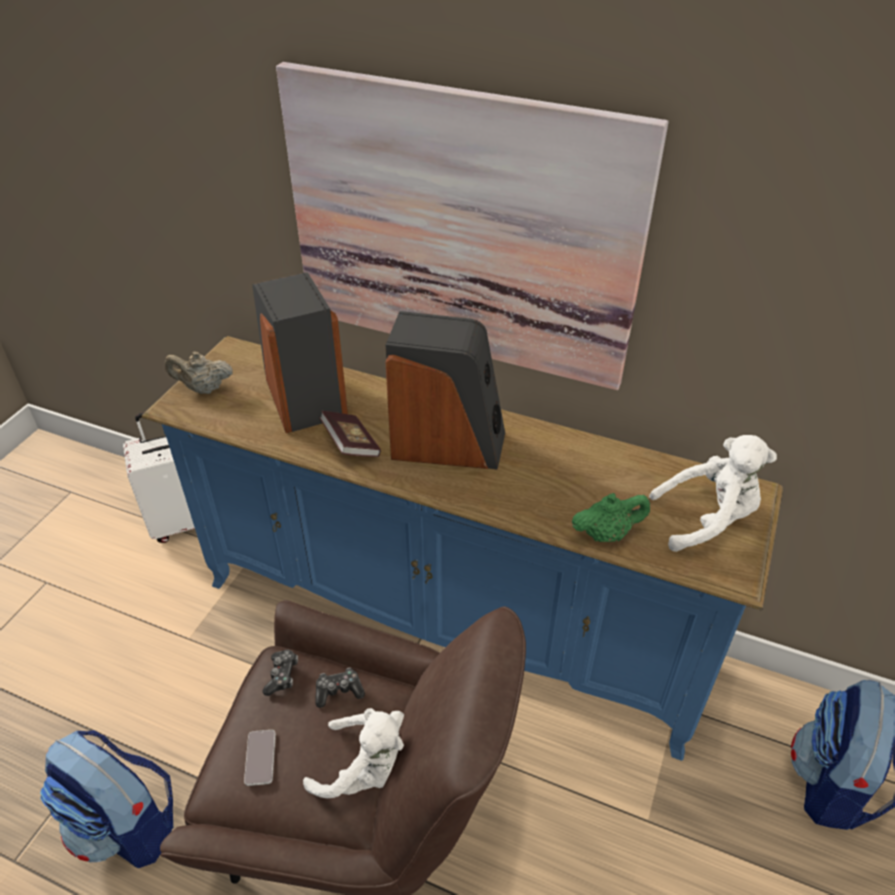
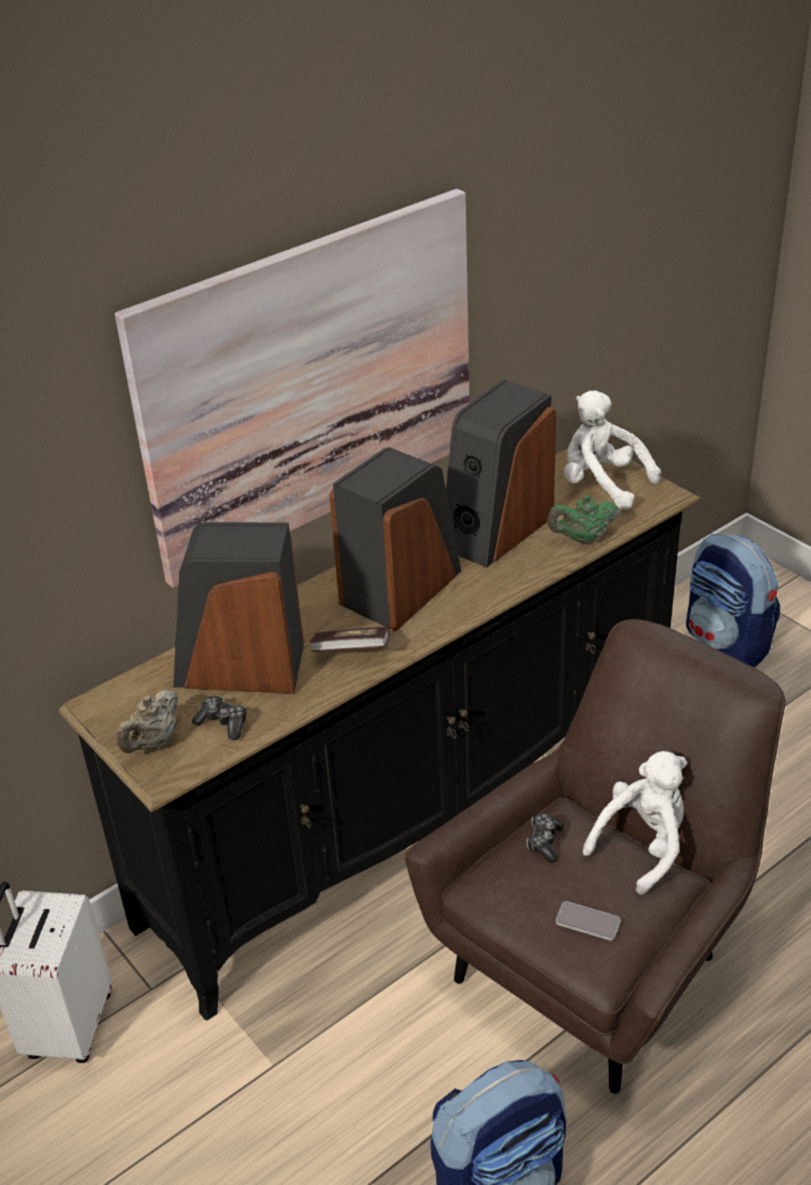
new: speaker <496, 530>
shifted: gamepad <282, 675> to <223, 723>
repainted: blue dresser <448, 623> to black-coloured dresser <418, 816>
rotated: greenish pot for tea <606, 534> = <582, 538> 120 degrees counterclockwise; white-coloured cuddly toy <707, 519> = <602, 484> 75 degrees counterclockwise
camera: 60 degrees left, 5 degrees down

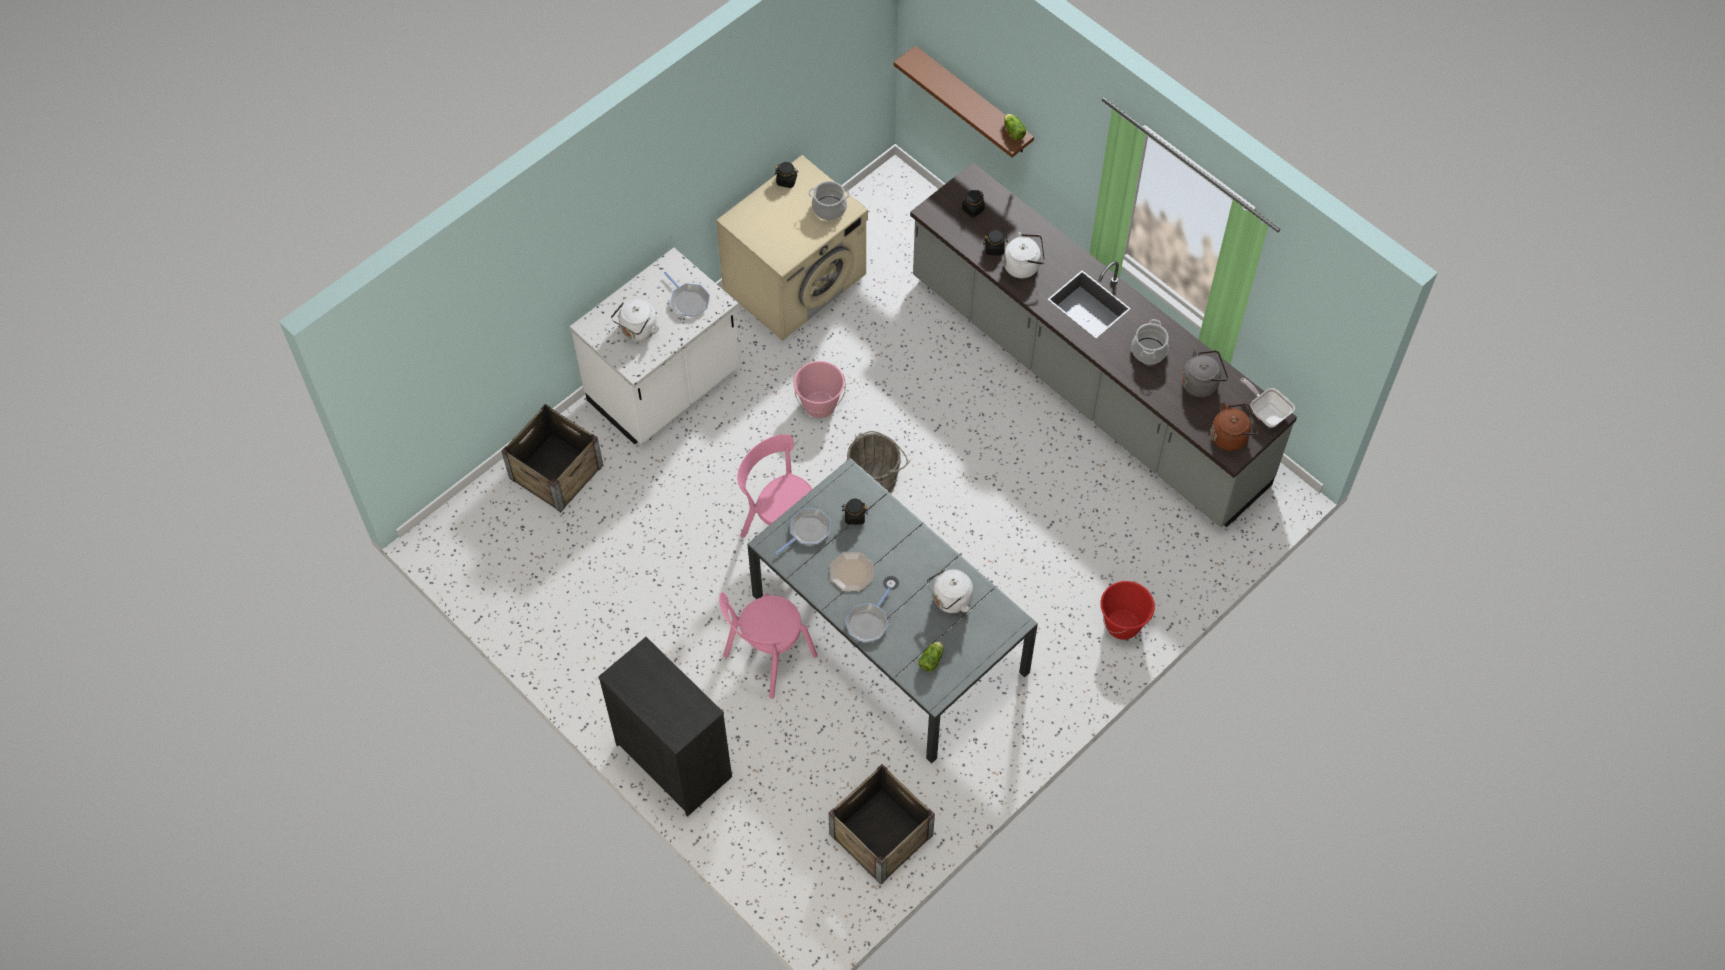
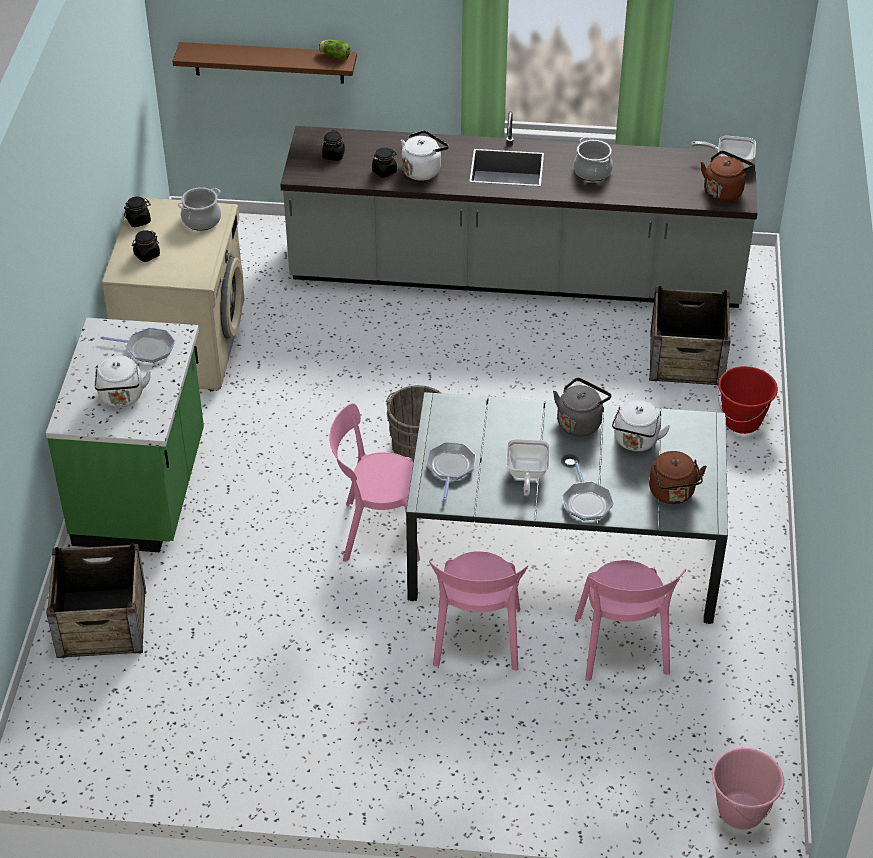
gone: black-coloured dresser <674, 760>
new: pinkish upright chair <622, 650>
shifted: pinkish water bucket <819, 404> to <740, 811>; crate <881, 835> to <686, 358>; black-coloured storage jar <854, 516> to <147, 255>; gray kettle <1202, 383> to <580, 422>
swapped: dinner plate <851, 572> to pan <526, 474>; head of lettuce <932, 659> to brownish kettle <673, 493>
repainted: white-coloured kitchen counter <665, 388> to greenish kitchen counter <143, 491>
camera: 40 degrees left, 15 degrees down

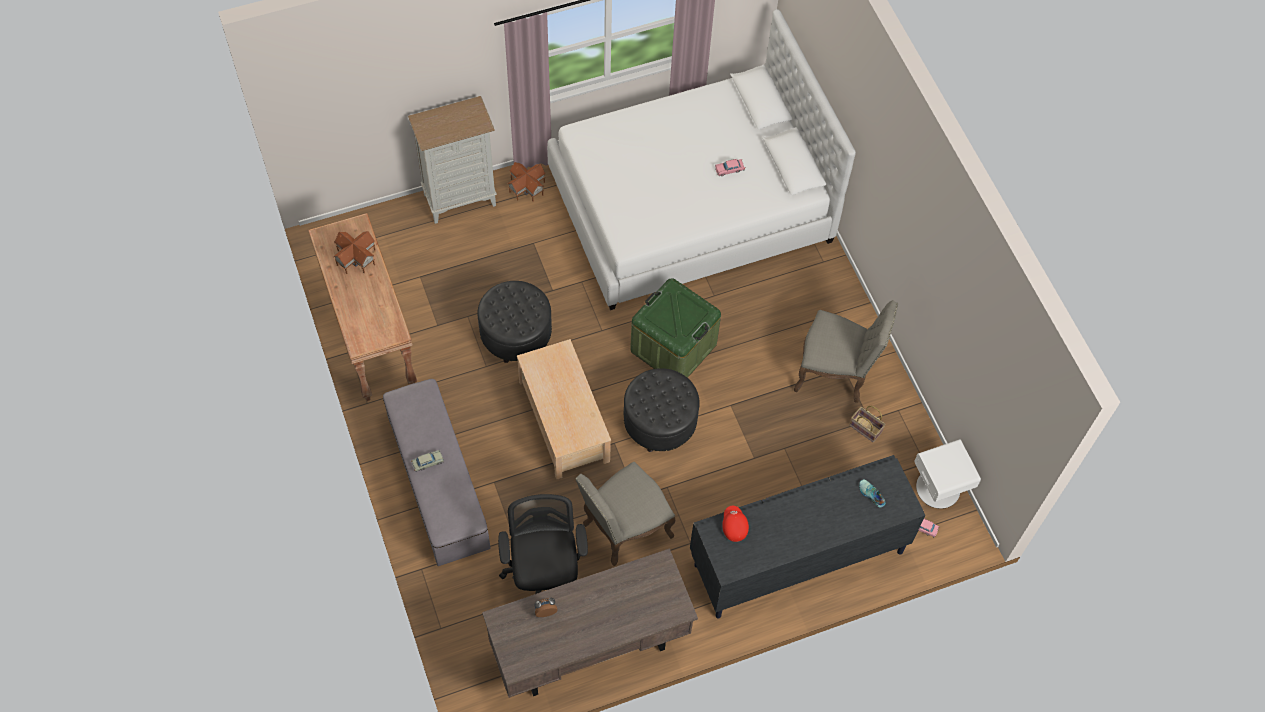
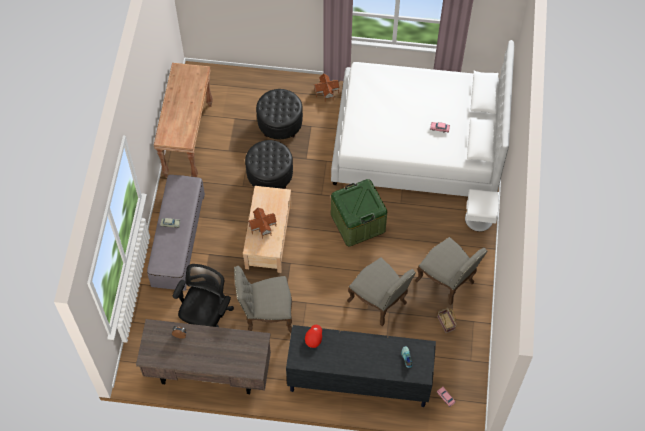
gone: white-coloured dresser <461, 200>
new: gray upright chair <379, 302>
shifted: toy house <356, 258> to <262, 227>; black-coloured pouffe <659, 423> to <280, 124>; white-coloured night table <939, 488> to <479, 219>
camera: 30 degrees right, 0 degrees up

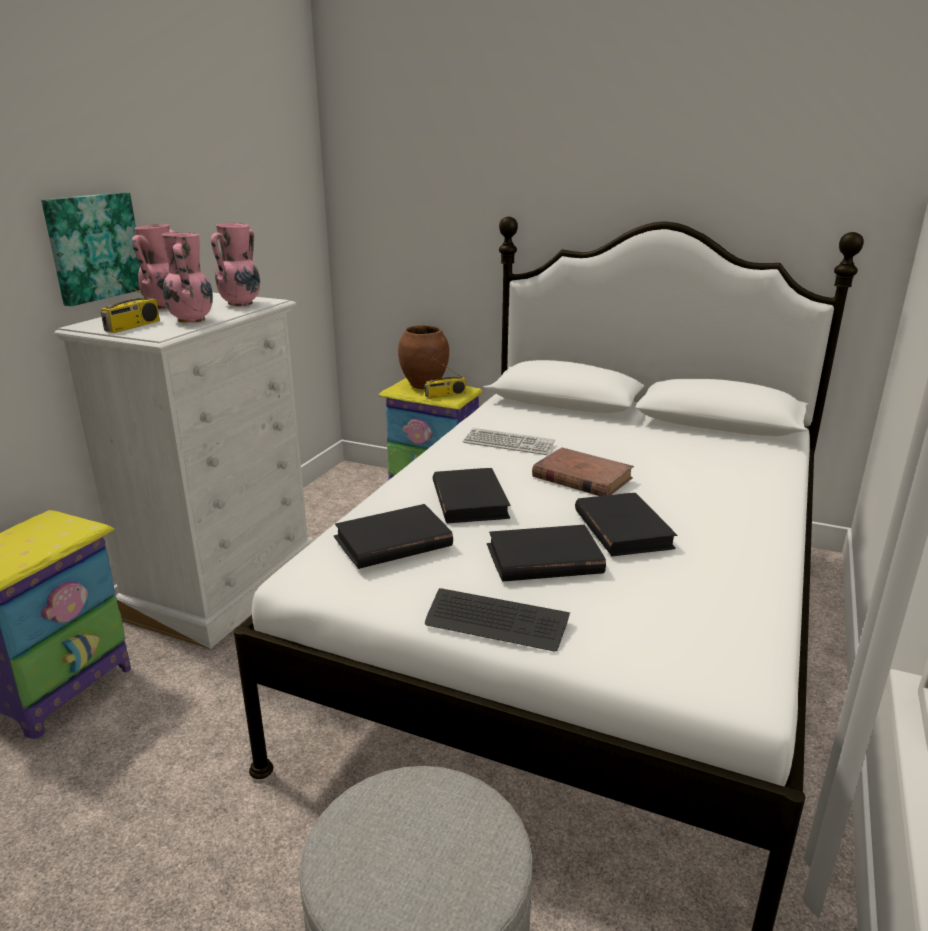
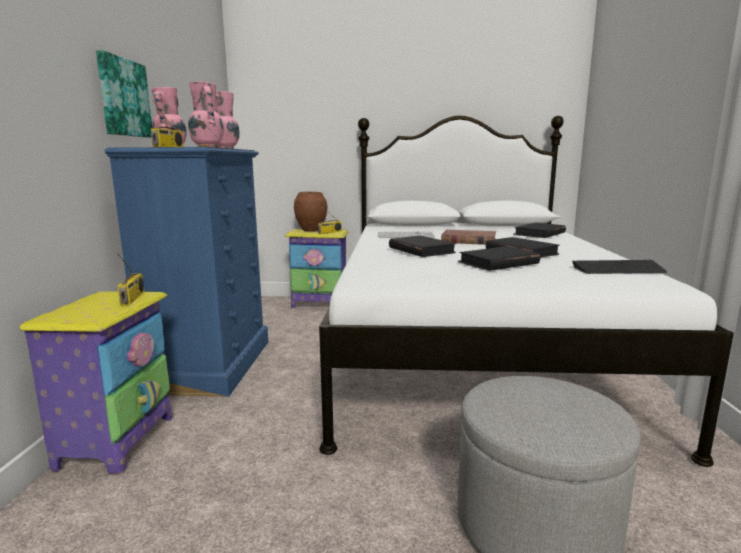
new: radio receiver <133, 298>
shifted: black-coloured book <392, 542> to <539, 233>; keyboard <496, 622> to <618, 269>
repainted: white-coloured dresser <226, 587> to blue dresser <212, 364>
camera: 20 degrees left, 10 degrees down

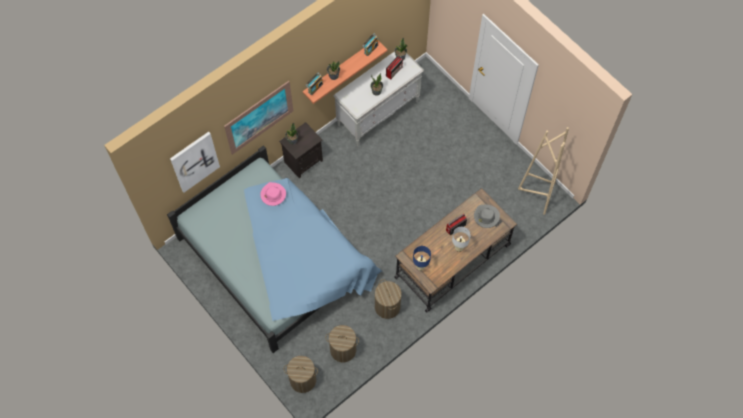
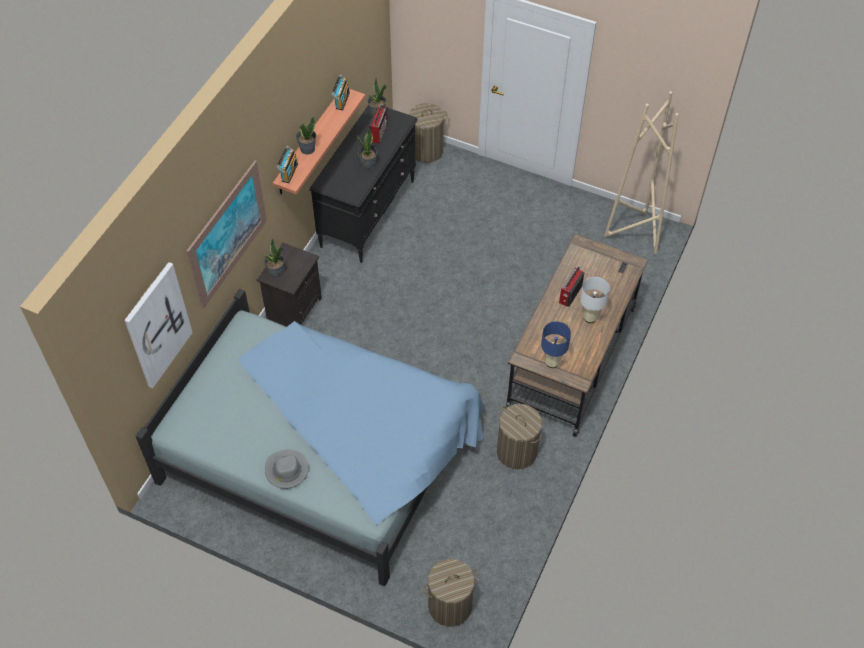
gone: pinkish wearable hat <273, 195>
shifted: washing basket <343, 350> to <426, 151>; gray wearable hat <486, 217> to <286, 470>
repainted: white-coloured dresser <379, 114> to black-coloured dresser <369, 213>
camera: 25 degrees left, 10 degrees down

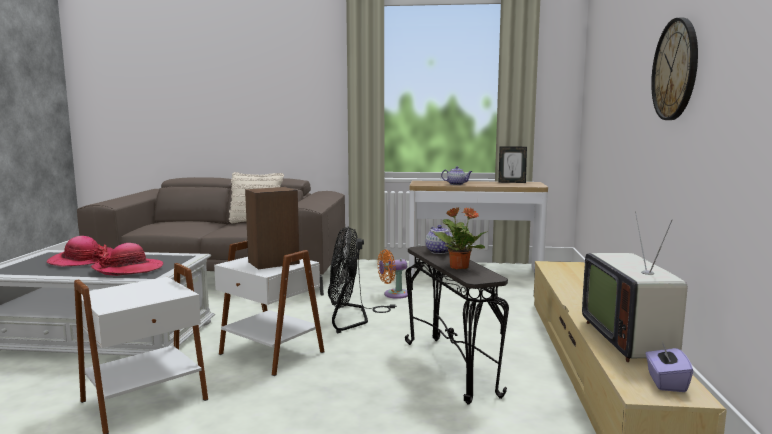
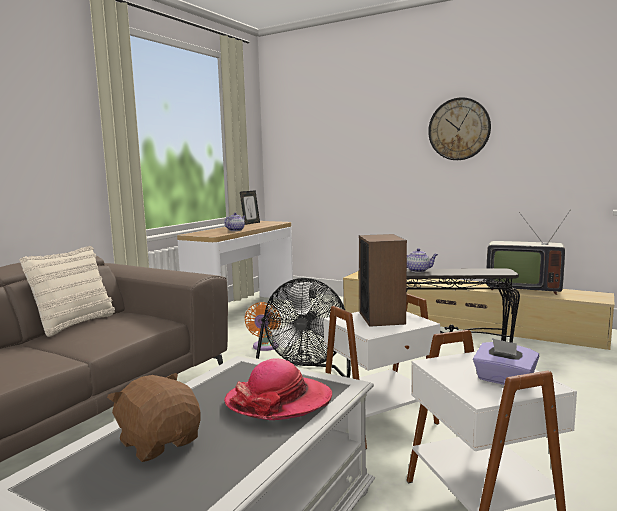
gone: houseplant <458, 267>
shifted: purple tissue box <665, 382> to <504, 380>
swapped: wearable hat <82, 260> to brownish cuddly toy <160, 442>
camera: 65 degrees left, 0 degrees up

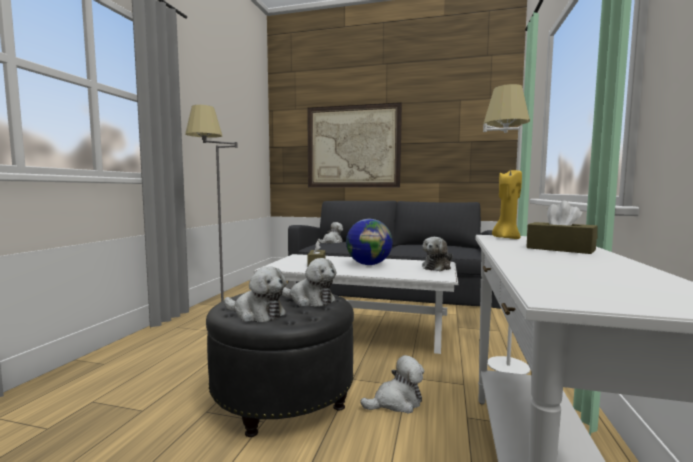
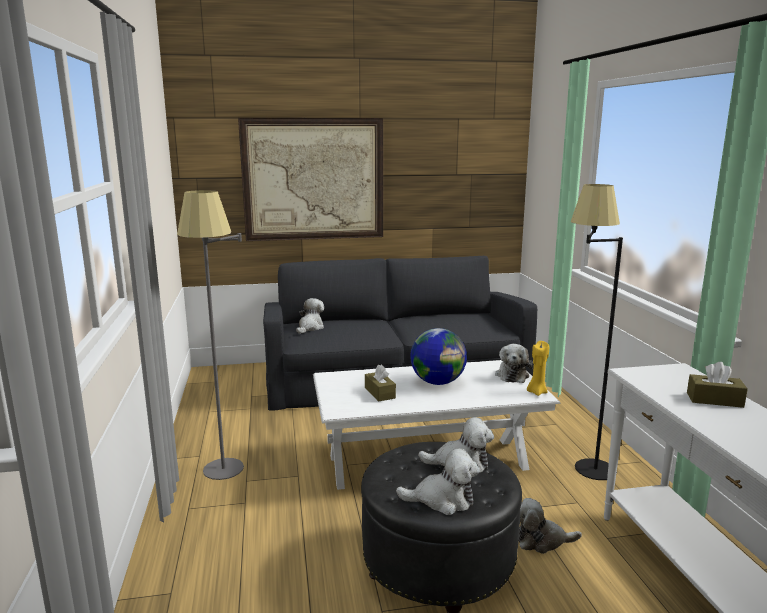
shifted: yellow wax light <506, 238> to <536, 392>
repainted: white-coloured standing lamp <499, 357> to black-coloured standing lamp <581, 461>
rotated: cuddly toy <396, 402> = <541, 540> 135 degrees counterclockwise
camera: 25 degrees left, 10 degrees up

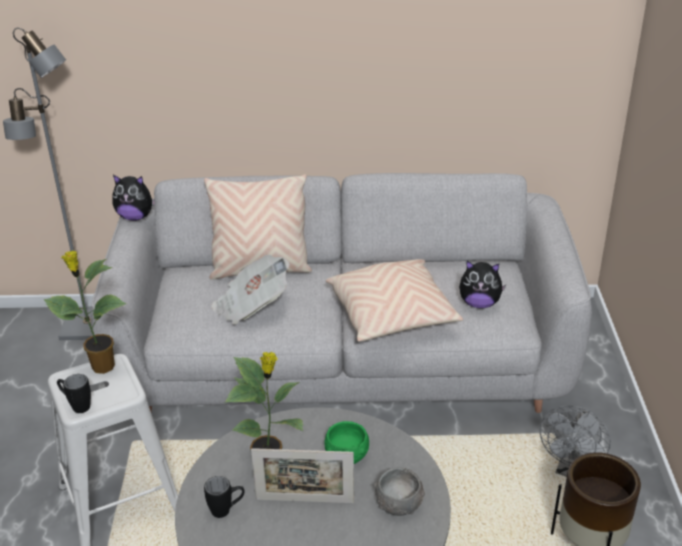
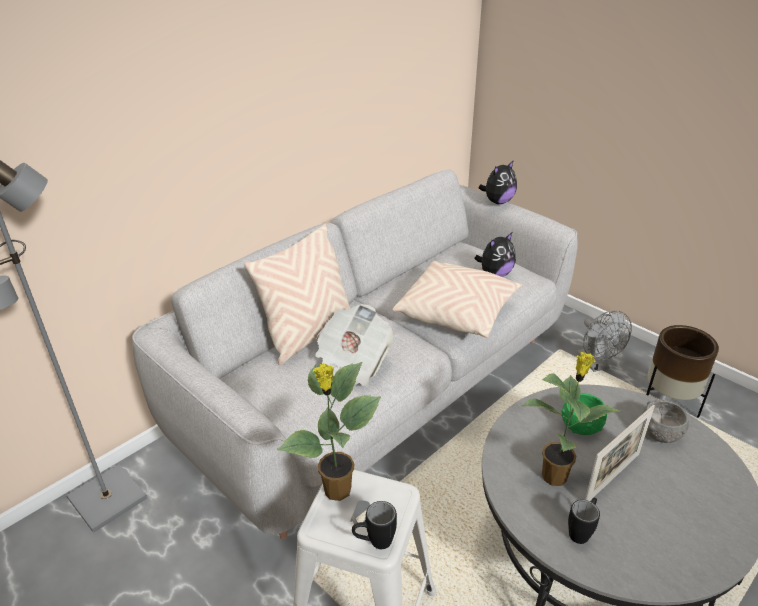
shifted: cuddly toy <136, 217> to <498, 202>
camera: 45 degrees left, 0 degrees up

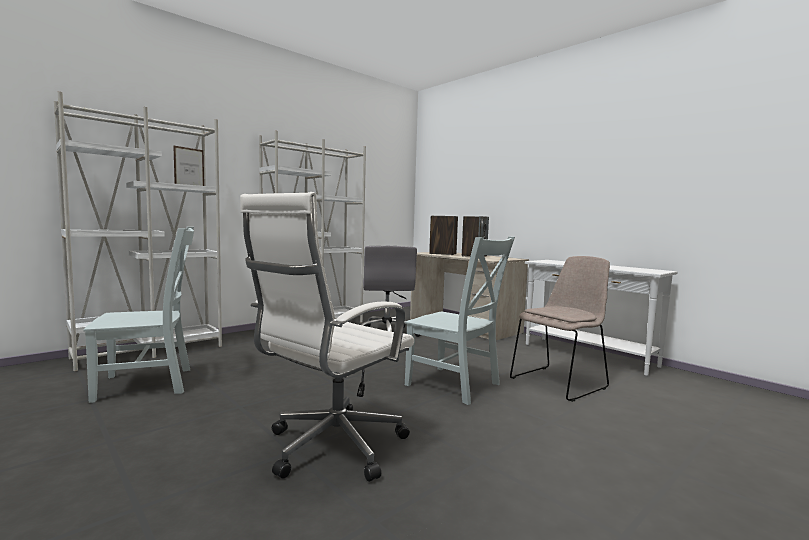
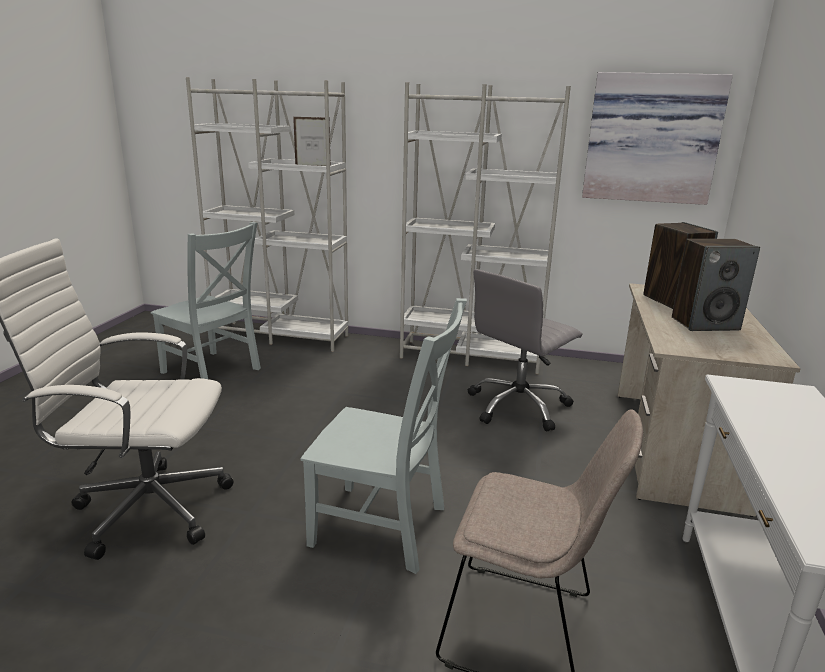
new: wall art <652, 138>
rotated: gray upright chair <456, 386> = <384, 528> 75 degrees counterclockwise
camera: 55 degrees right, 15 degrees up

